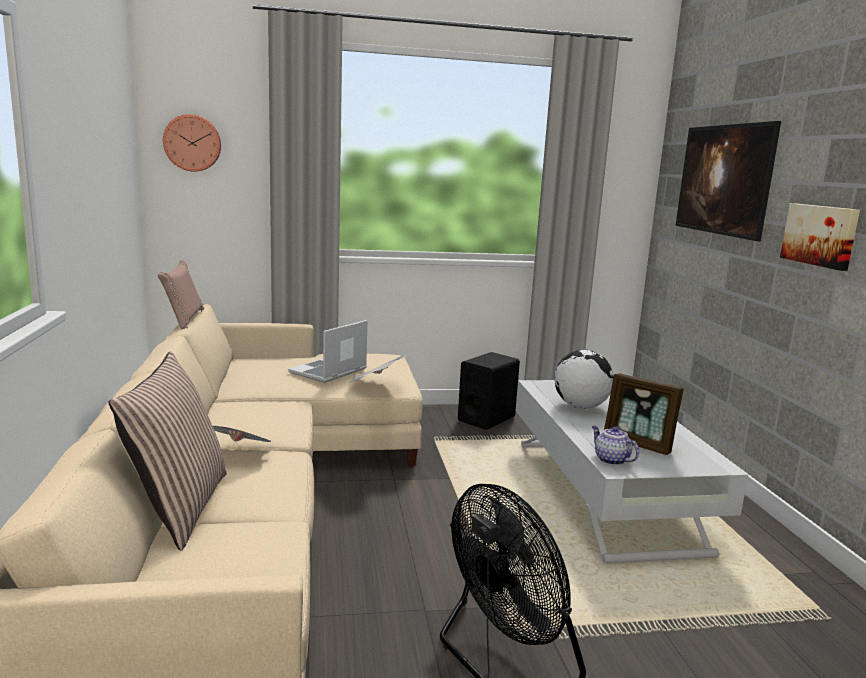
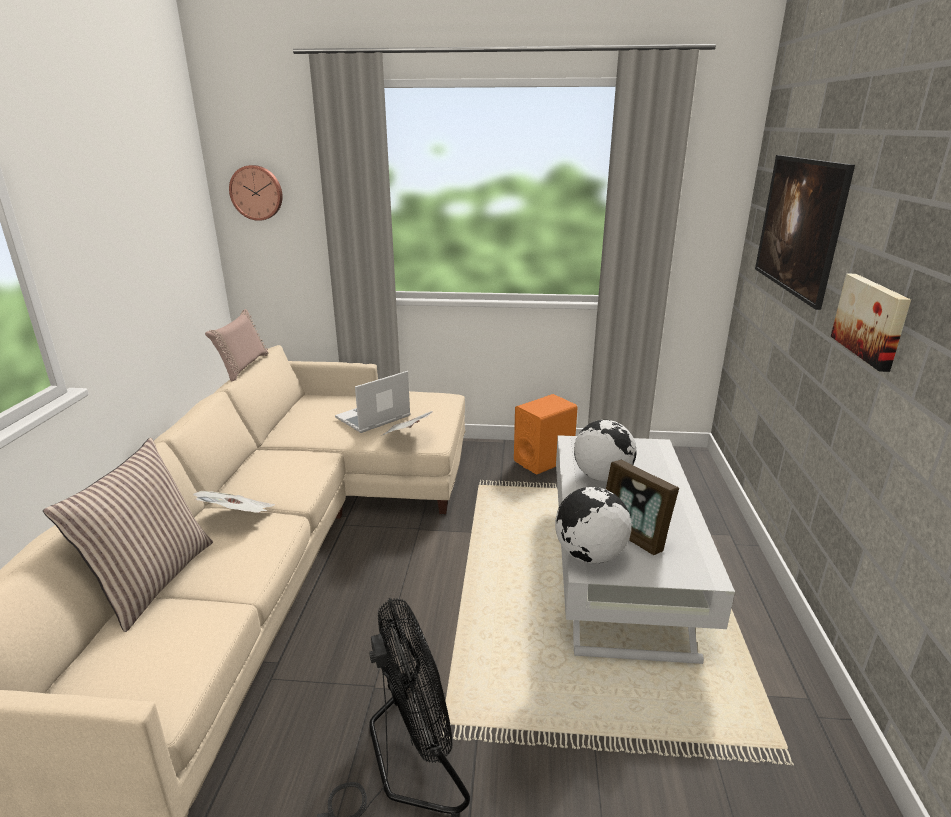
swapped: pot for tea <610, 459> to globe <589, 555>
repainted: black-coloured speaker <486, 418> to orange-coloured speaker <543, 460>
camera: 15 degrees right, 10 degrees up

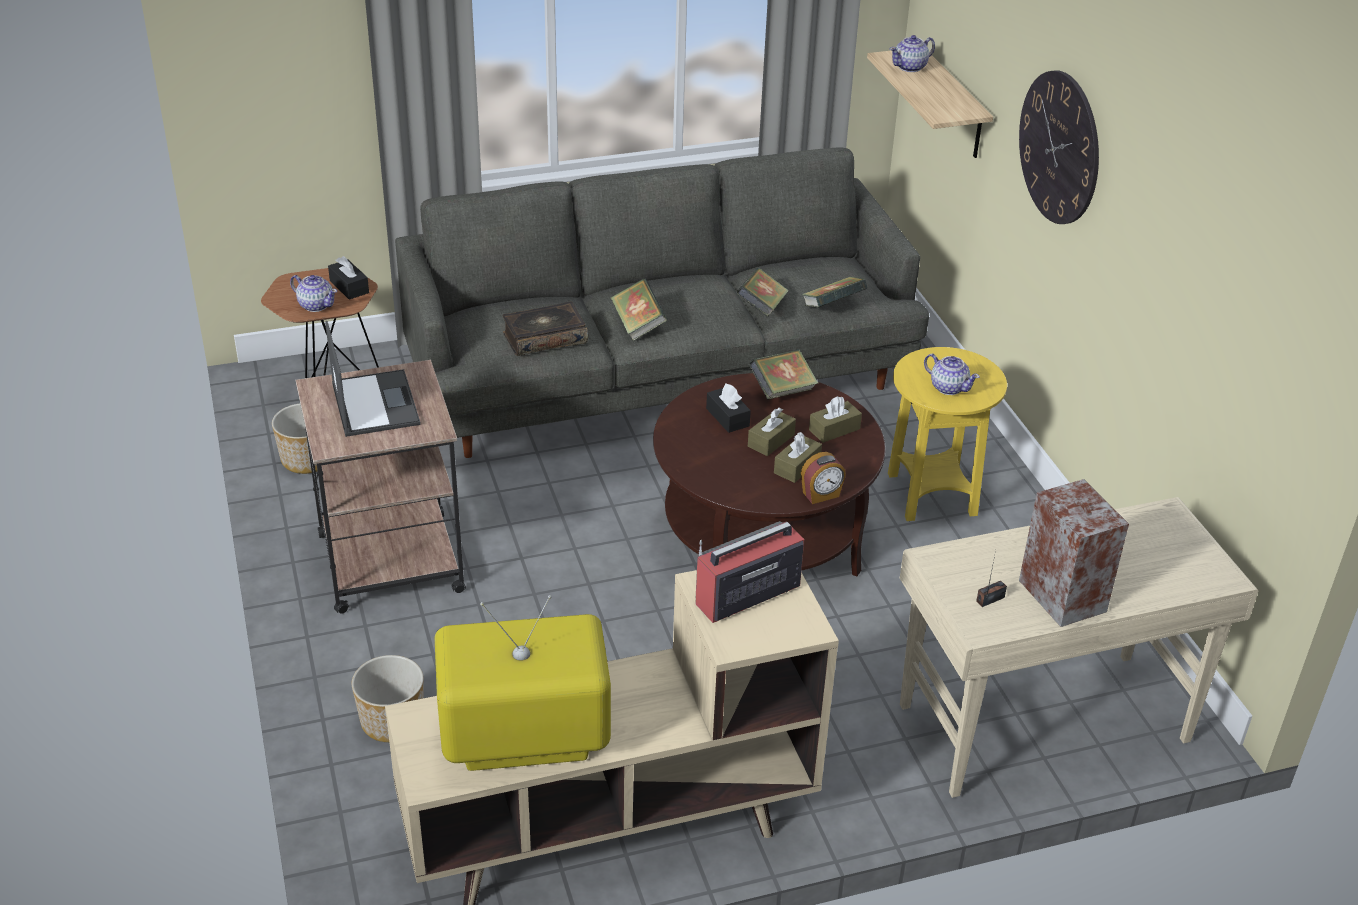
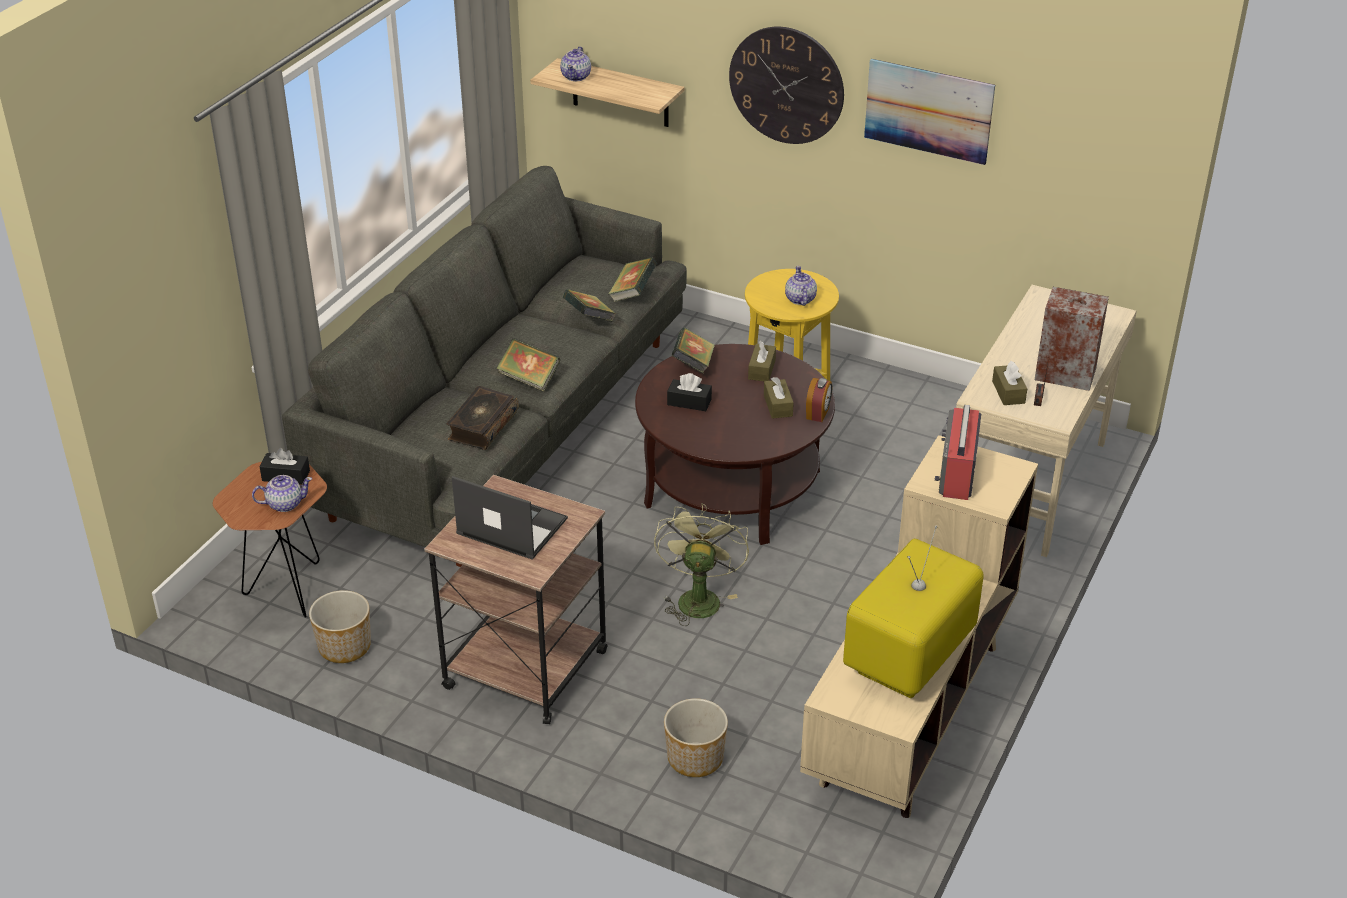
new: greenish fan <698, 597>; wall art <928, 111>
shifted: brownish tissue box <771, 440> to <1008, 392>
rotated: pot for tea <948, 387> = <800, 299> 90 degrees counterclockwise
camera: 45 degrees left, 0 degrees up

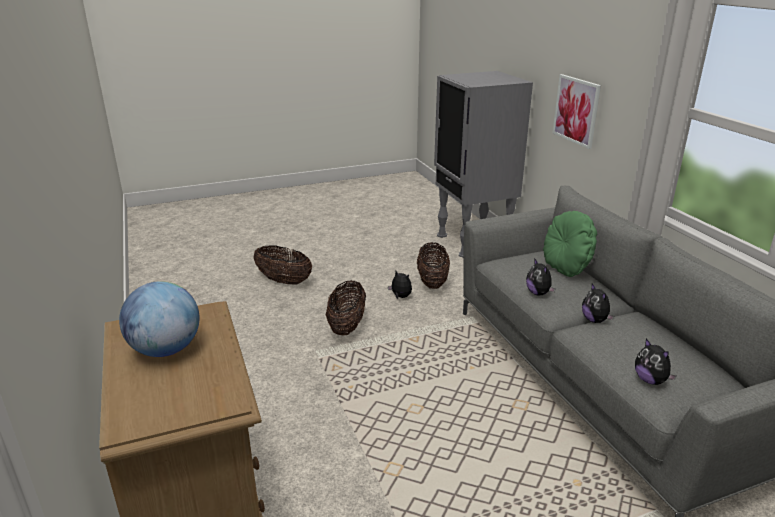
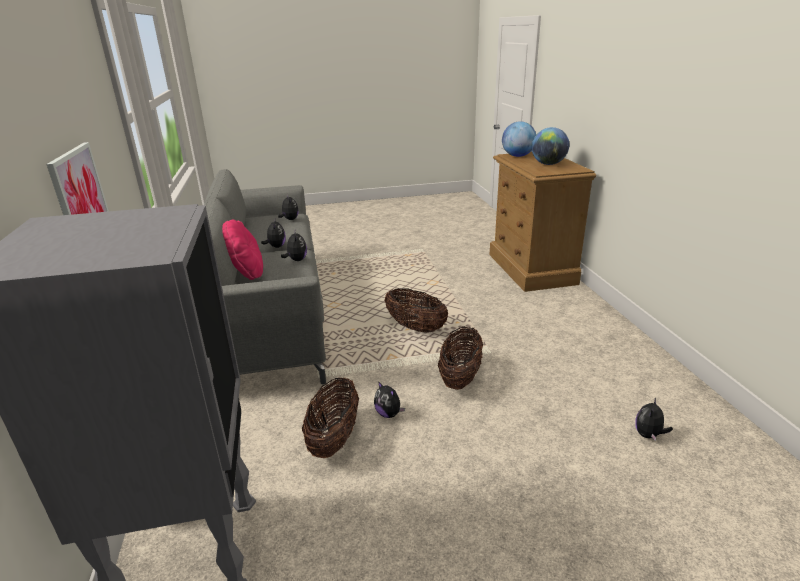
new: globe <517, 156>; cuddly toy <648, 435>
shifted: storage basket <284, 281> to <415, 327>
repainted: greenish throw pillow <565, 269> to pinkish throw pillow <247, 275>
camera: 170 degrees left, 0 degrees up

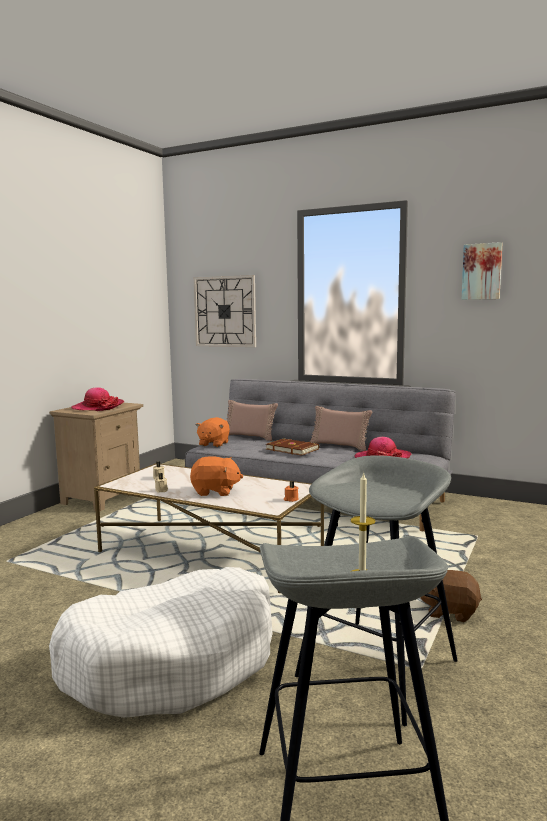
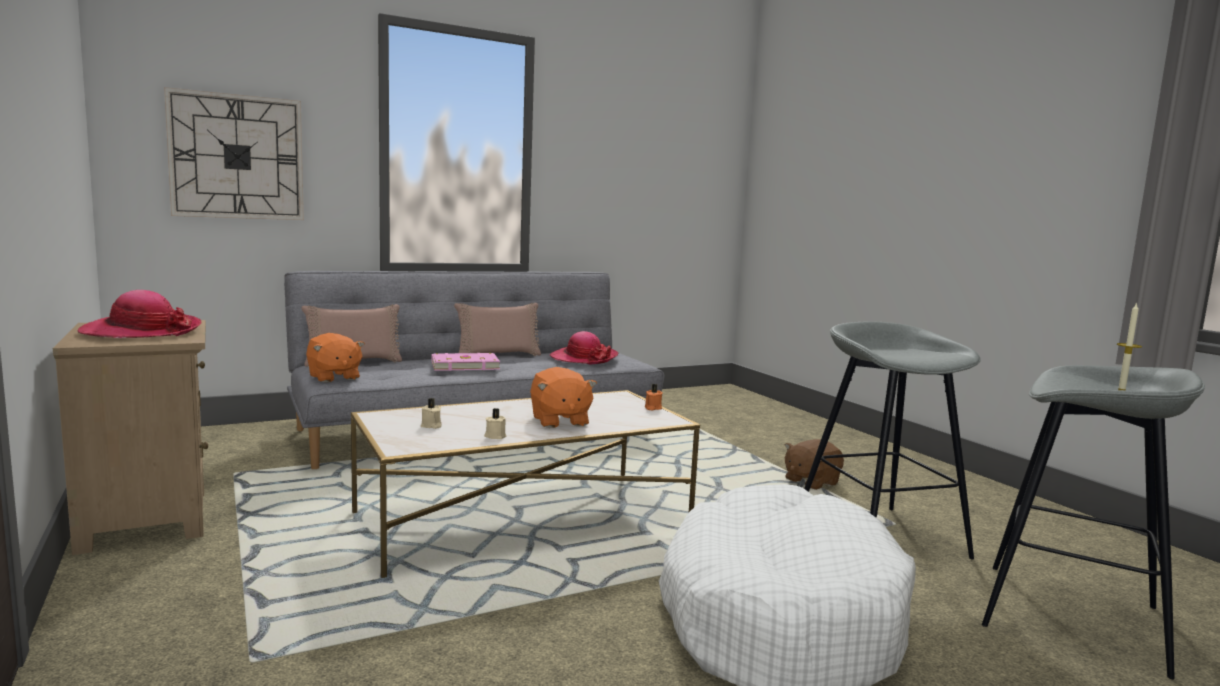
gone: wall art <482, 271>
repainted: brownish book <292, 449> to pinkish book <464, 365>
rotated: orange-coloured cuddly toy <215, 491> = <559, 421> 120 degrees clockwise
camera: 55 degrees left, 0 degrees up

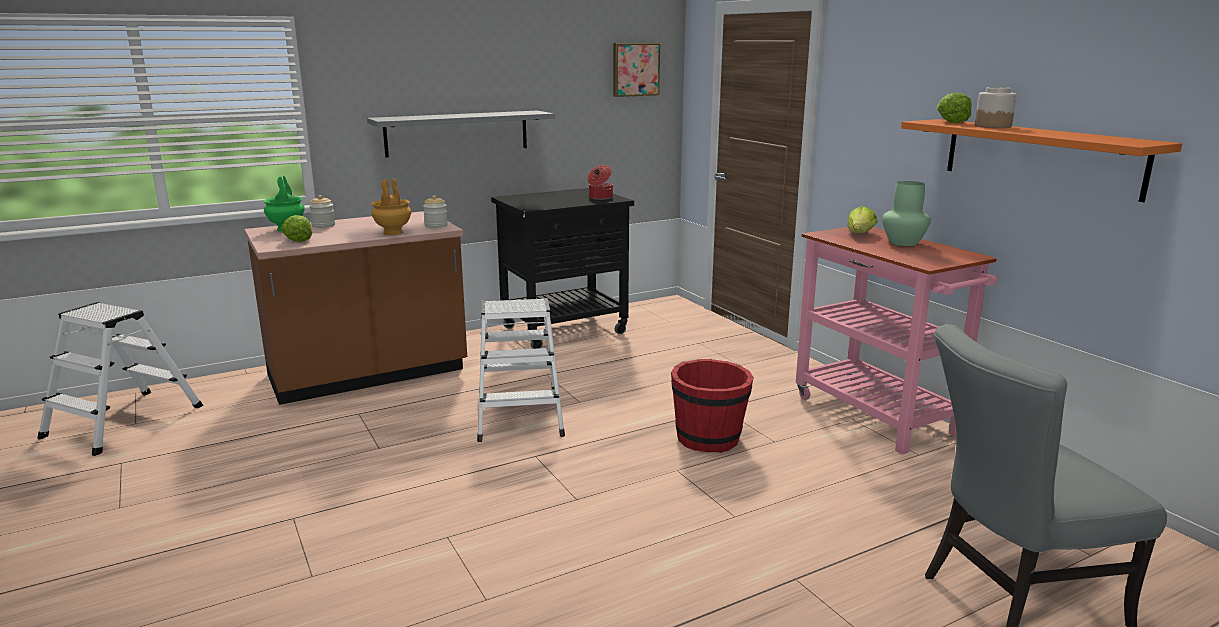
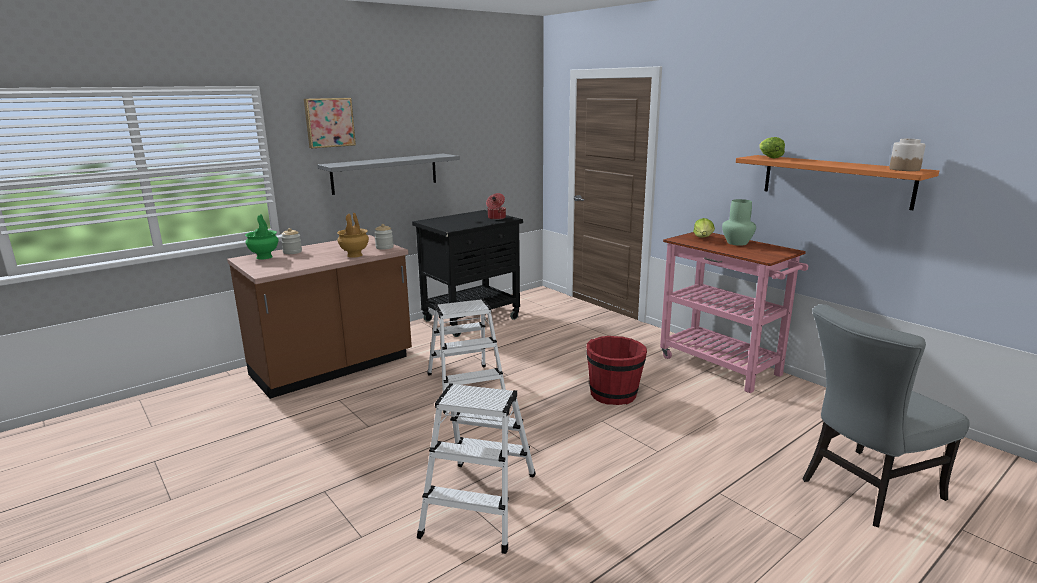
gone: head of lettuce <298, 239>
shifted: white-coloured step stool <124, 421> to <480, 503>; wall art <635, 69> to <329, 122>; storage jar <992, 126> to <904, 169>
camera: 10 degrees left, 0 degrees up

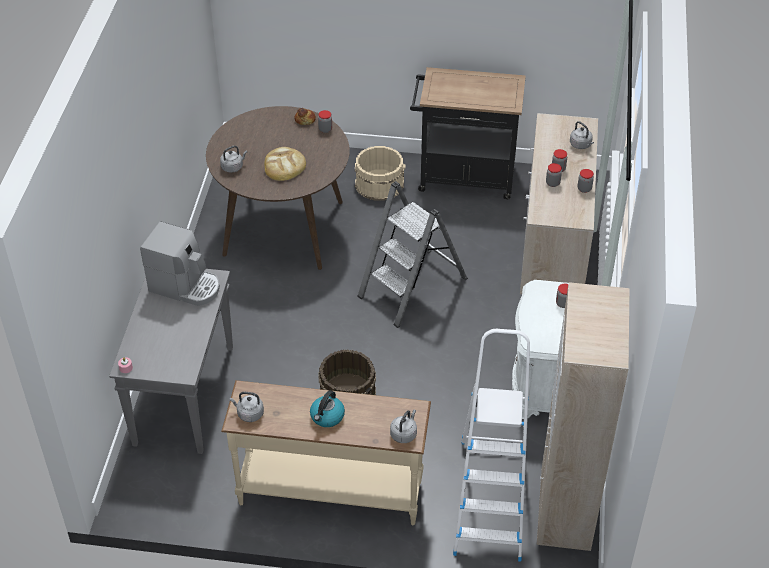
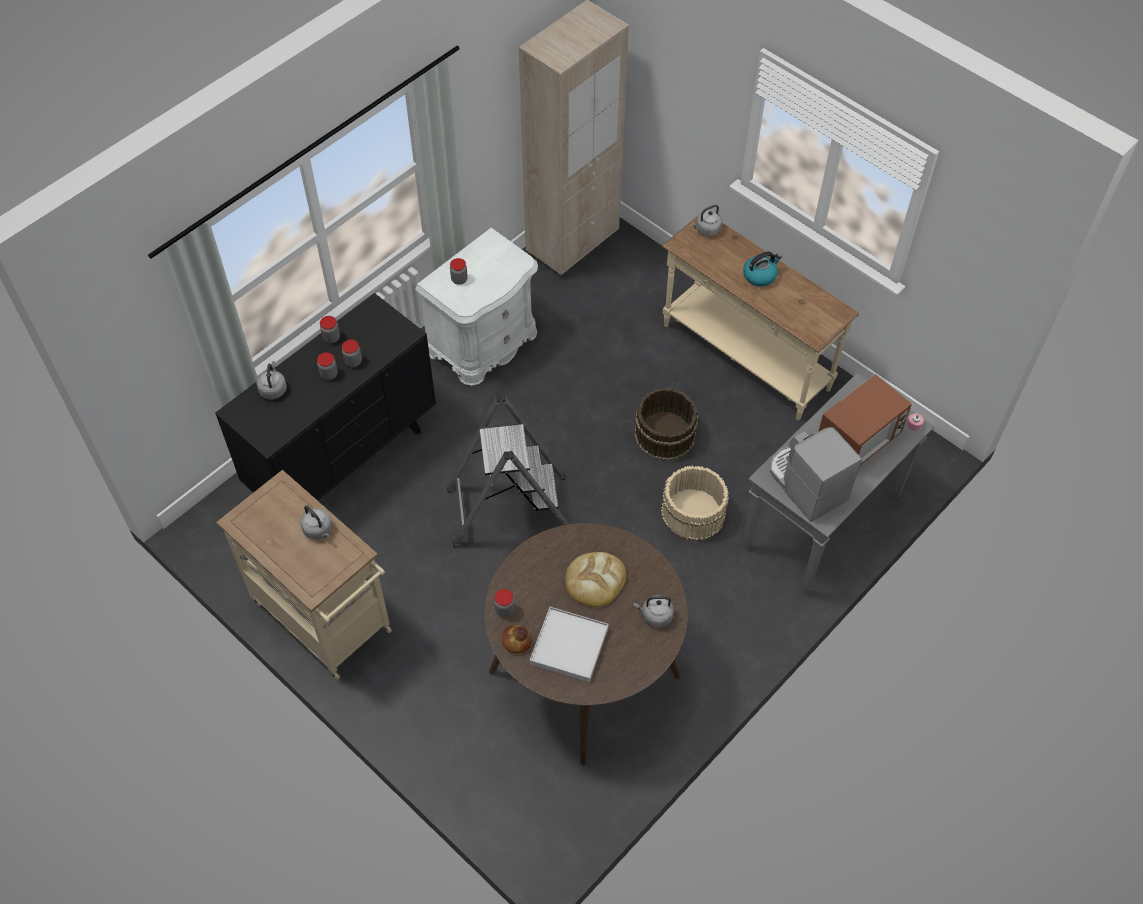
gone: white-coloured step stool <490, 499>
new: white-coloured carrying tray <569, 646>; microwave <858, 440>
shifted: gray kettle <249, 414> to <319, 530>; beige-coloured water bucket <379, 184> to <692, 514>
repainted: black-coloured cart <463, 178> to beige-coloured cart <325, 619>; white-coloured dresser <552, 258> to black-coloured dresser <344, 459>
camera: 145 degrees left, 10 degrees up

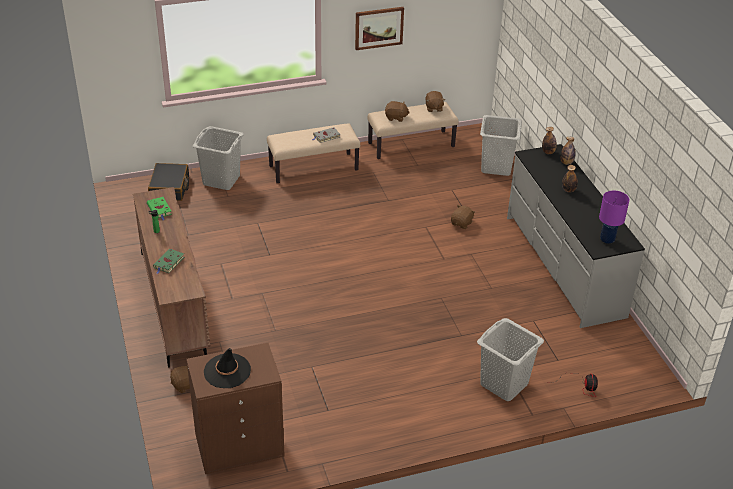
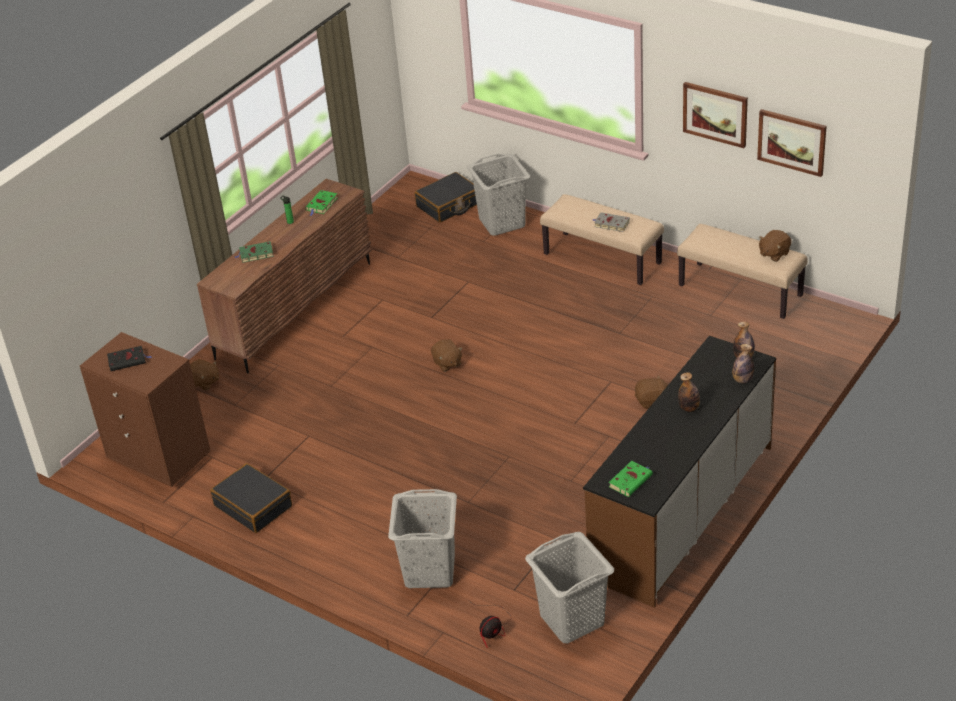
new: black-coloured travel case <253, 506>; wall art <792, 142>
shifted: brownish cuddly toy <396, 117> to <447, 363>; gray washing basket <496, 167> to <572, 620>
swapped: black-coloured wearable hat <227, 371> to black-coloured book <128, 360>; purple lamp for a table <607, 240> to greenish book <631, 480>
repainted: gray dresser <563, 265> to brownish dresser <682, 511>
camera: 55 degrees right, 0 degrees up

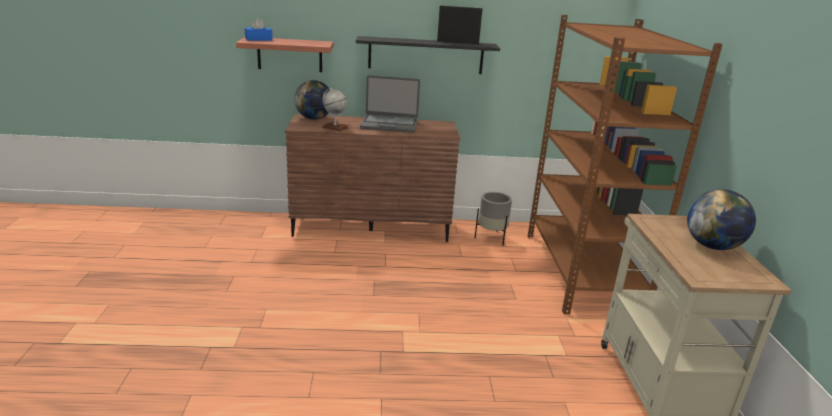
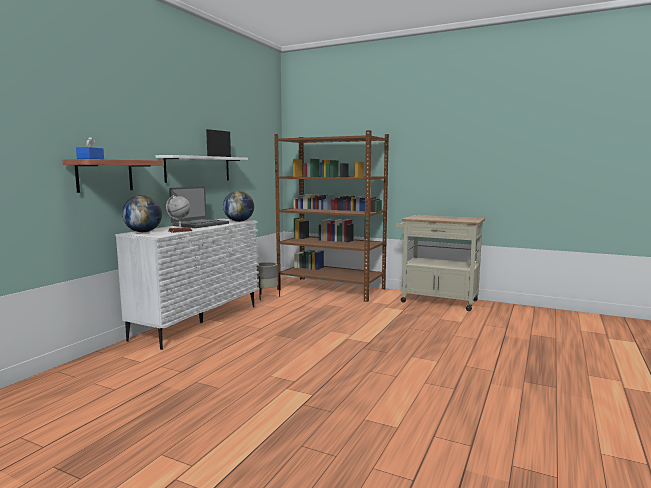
shifted: globe <712, 246> to <239, 221>
repainted: brownish dresser <371, 229> to white-coloured dresser <198, 322>; black-coloured wall shelf <426, 55> to white-coloured wall shelf <198, 169>
camera: 60 degrees left, 15 degrees down

